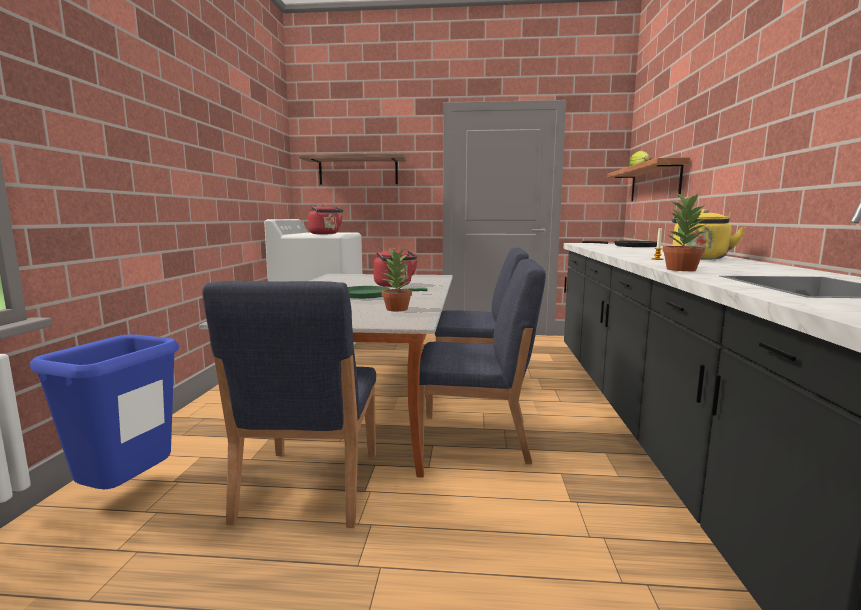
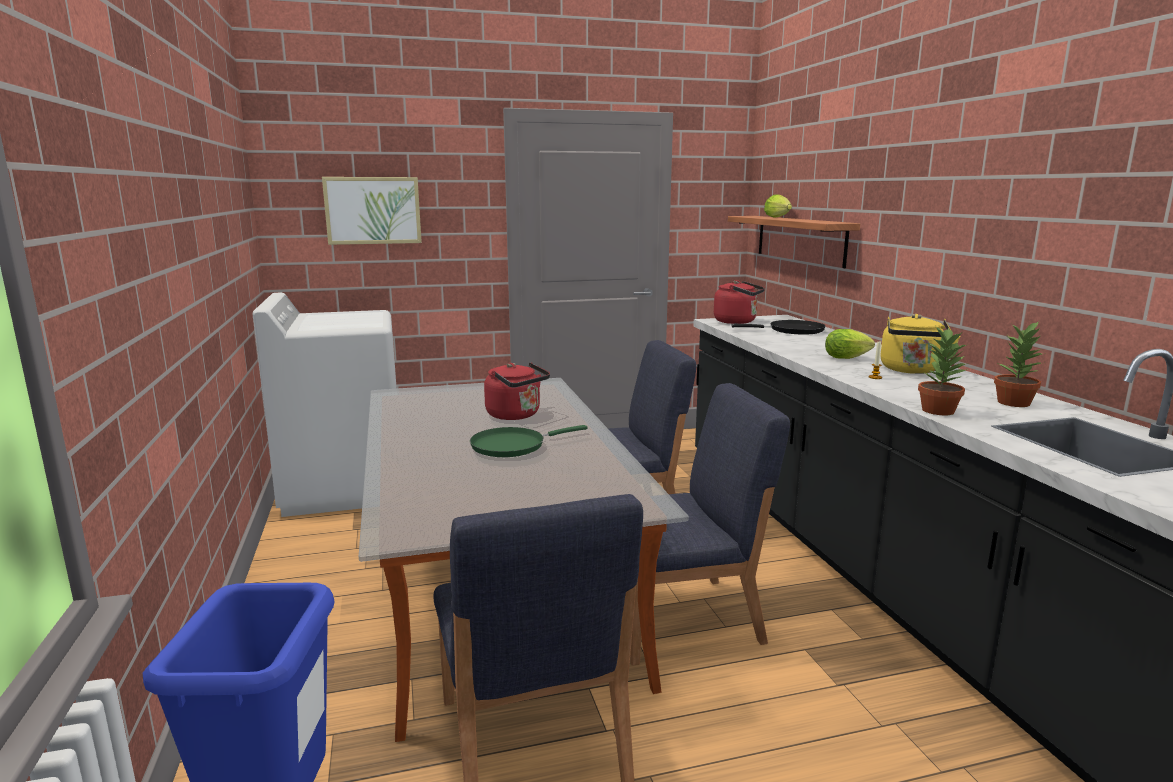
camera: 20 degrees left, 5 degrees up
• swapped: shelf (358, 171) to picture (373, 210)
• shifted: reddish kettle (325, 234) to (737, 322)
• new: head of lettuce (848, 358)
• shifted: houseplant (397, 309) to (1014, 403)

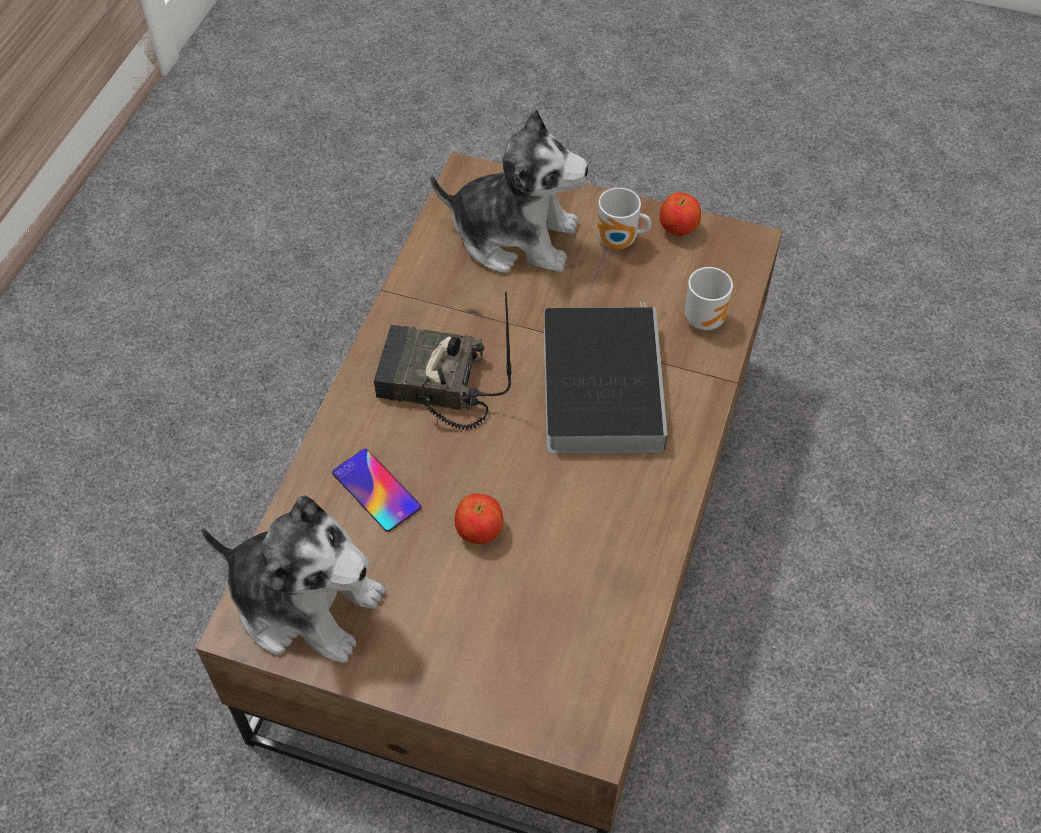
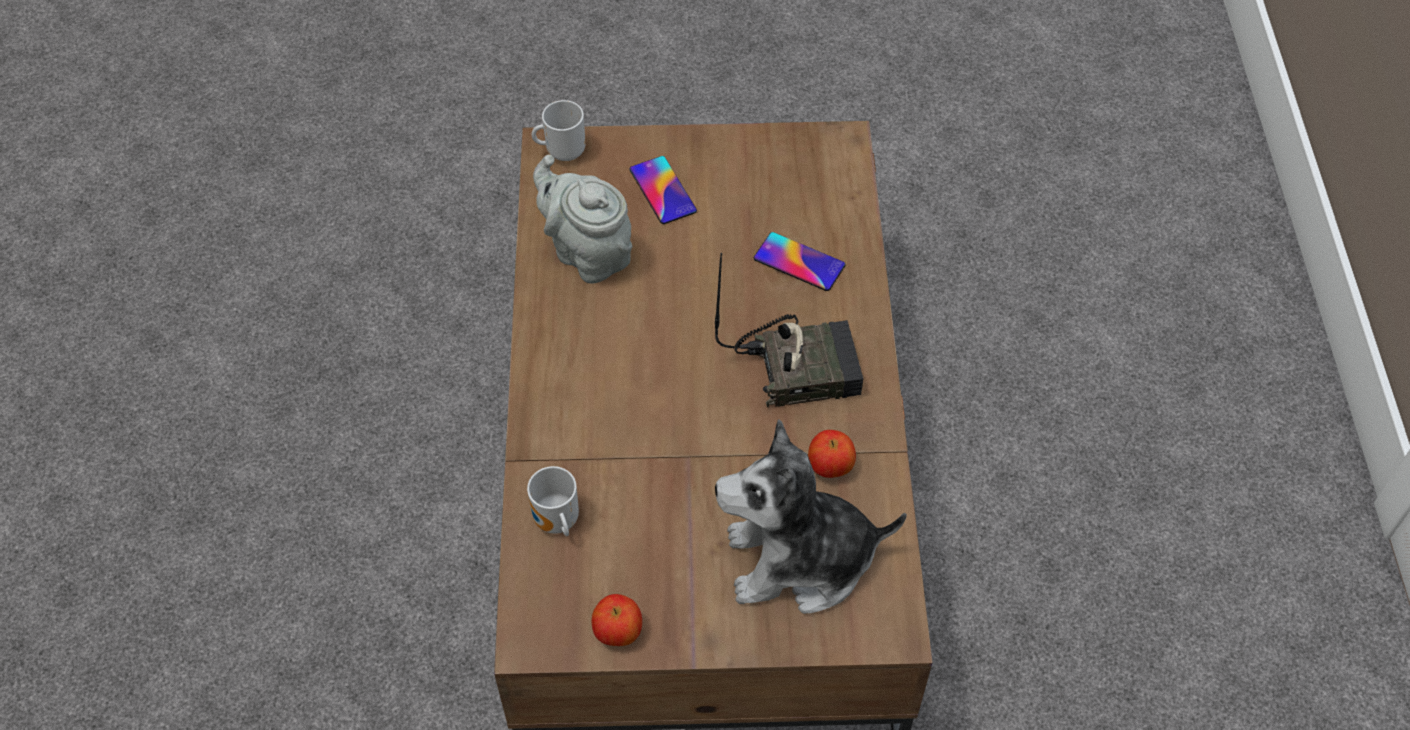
camera: 160 degrees right, 0 degrees up
• shifted: mug (619, 243) to (563, 151)
• new: grey tea pot (587, 253)
• new: handset (662, 190)
• shifted: apple (479, 531) to (830, 467)
• gone: cuddly toy (305, 601)
• gone: book (600, 382)

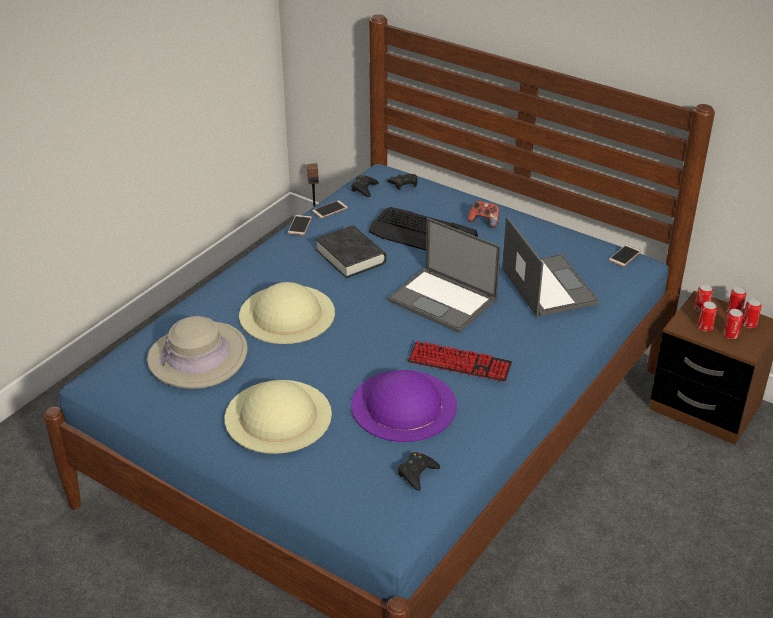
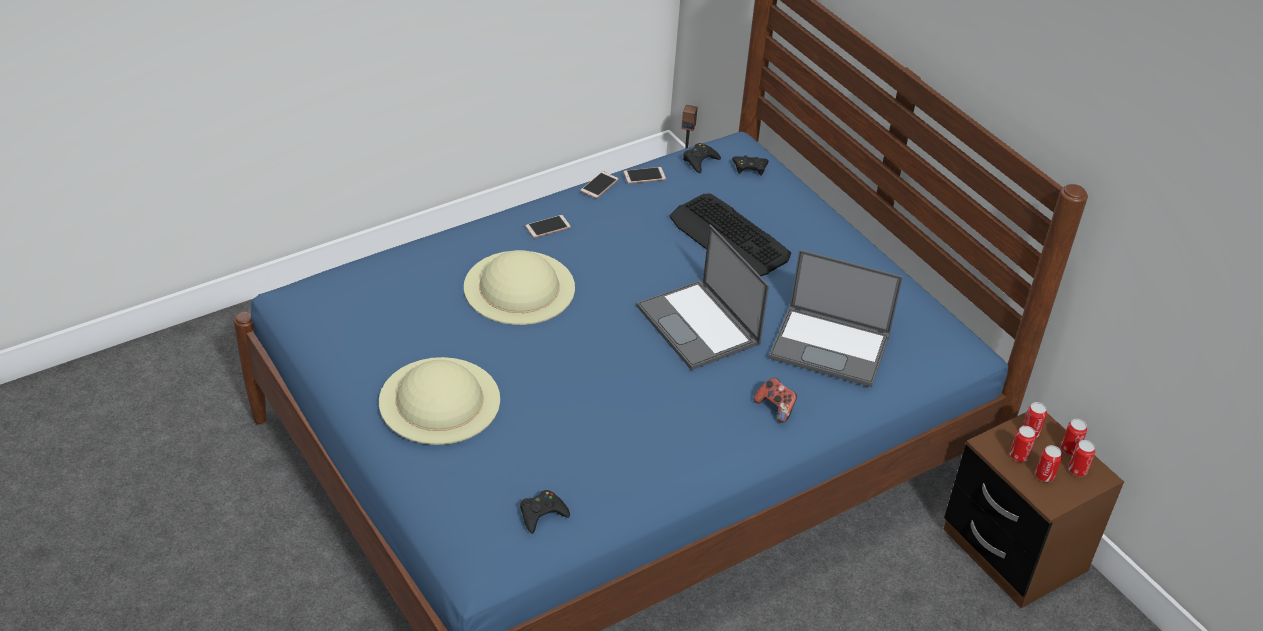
camera: 20 degrees right, 5 degrees up
• shifted: handset (624, 256) to (548, 227)
• shifted: game controller (484, 221) to (775, 408)
• rotated: notebook computer (548, 285) = (831, 346) 105 degrees clockwise
• gone: beige wearable hat (198, 356)
• gone: black book (350, 256)
• gone: purplish wearable hat (403, 405)
• gone: PC keyboard (459, 363)

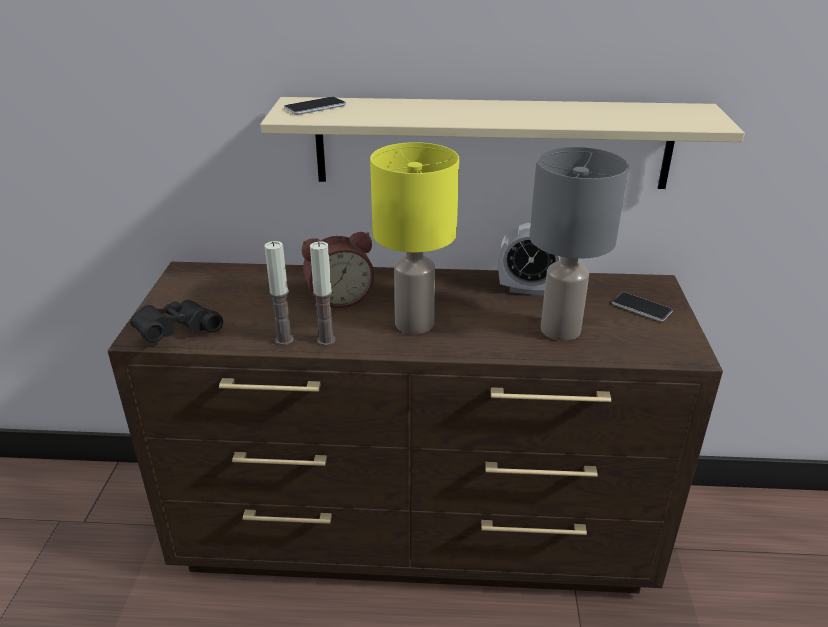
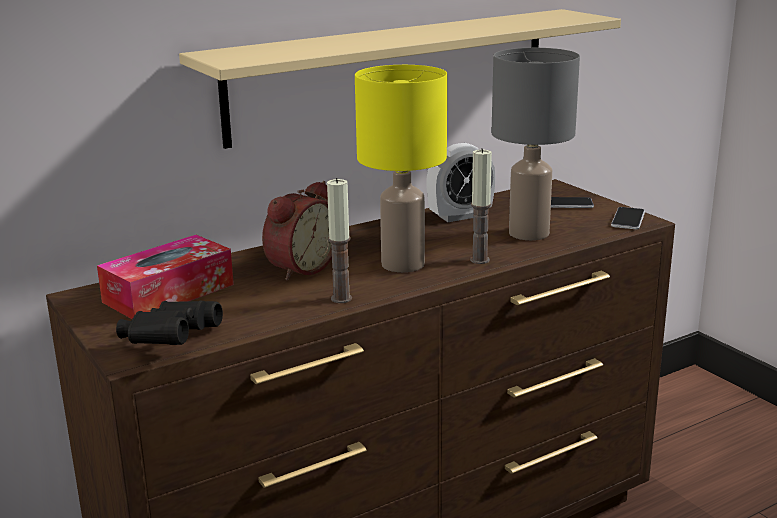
camera: 35 degrees left, 10 degrees down
• new: tissue holder (169, 293)
• shifted: wax candle (284, 340) to (480, 260)
• shifted: handset (315, 107) to (628, 219)

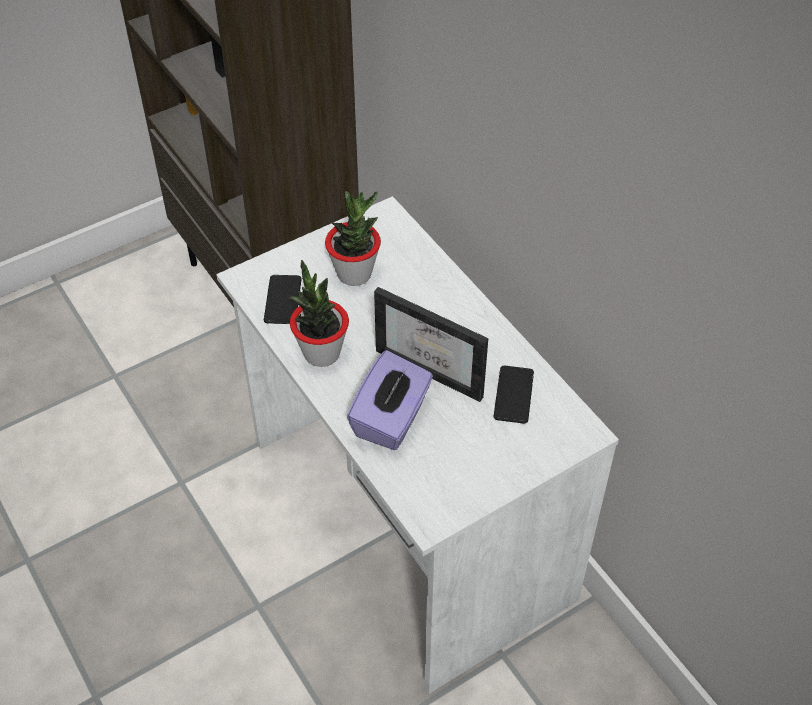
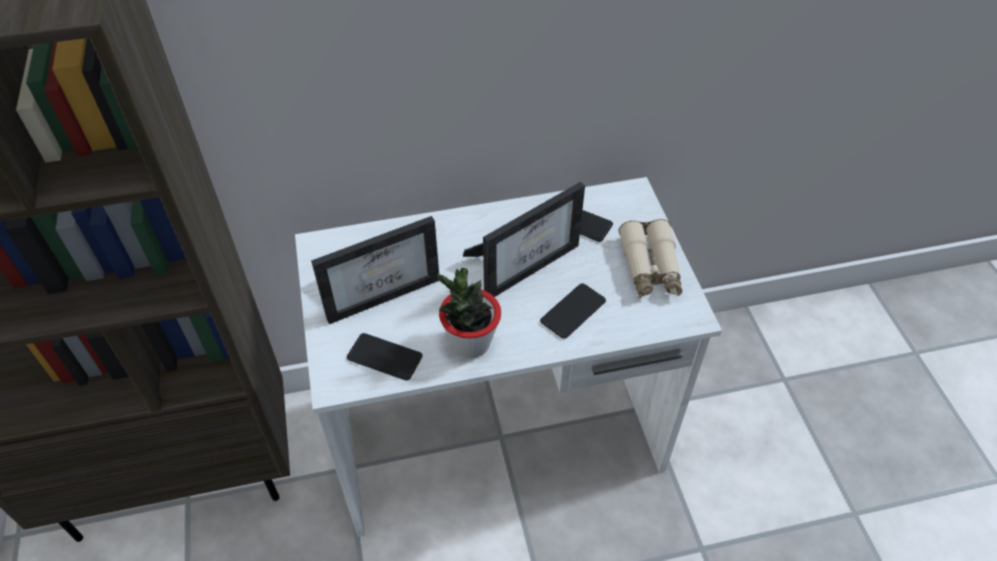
camera: 70 degrees left, 0 degrees up
• swapped: houseplant (354, 273) to standing frame (381, 290)
• swapped: purplish tissue holder (391, 419) to handset (573, 311)
• new: beige binoculars (650, 267)

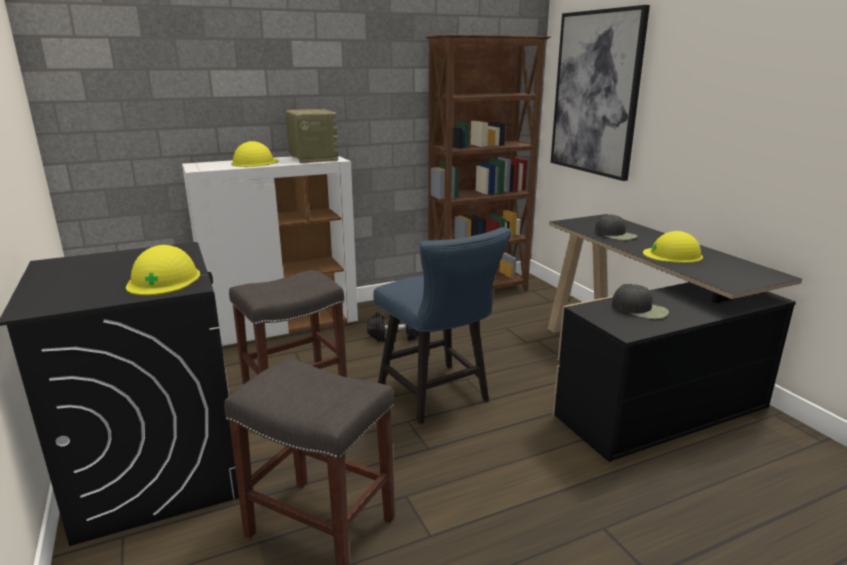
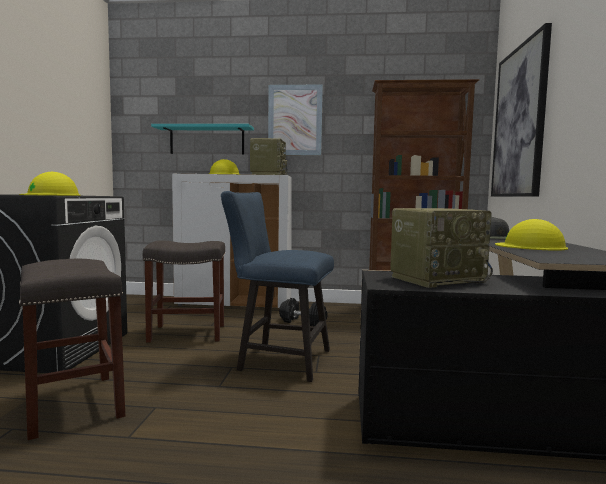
camera: 30 degrees right, 15 degrees down
• new: blue-green shelf (207, 140)
• rotated: blue upright chair (438, 397) = (278, 360) 105 degrees clockwise
• new: picture (295, 120)
• swapped: black cap (640, 309) to radio (437, 279)

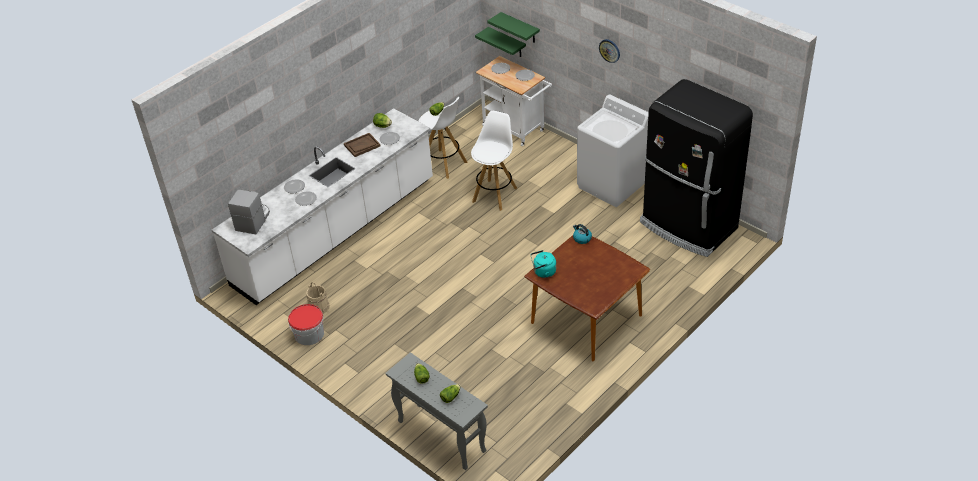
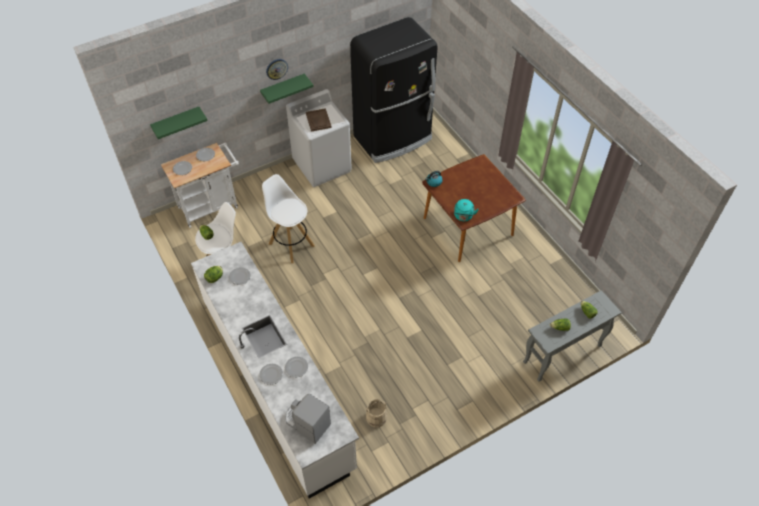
camera: 75 degrees left, 10 degrees up
• shifted: green shelf (507, 42) to (283, 88)
• shifted: brown carrying tray (362, 146) to (318, 120)
• gone: bucket (309, 334)

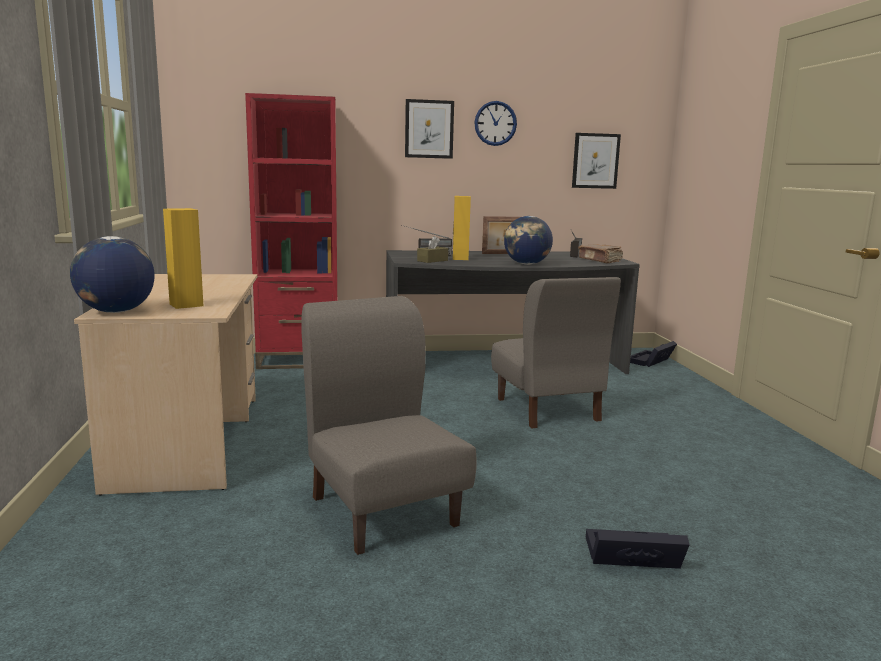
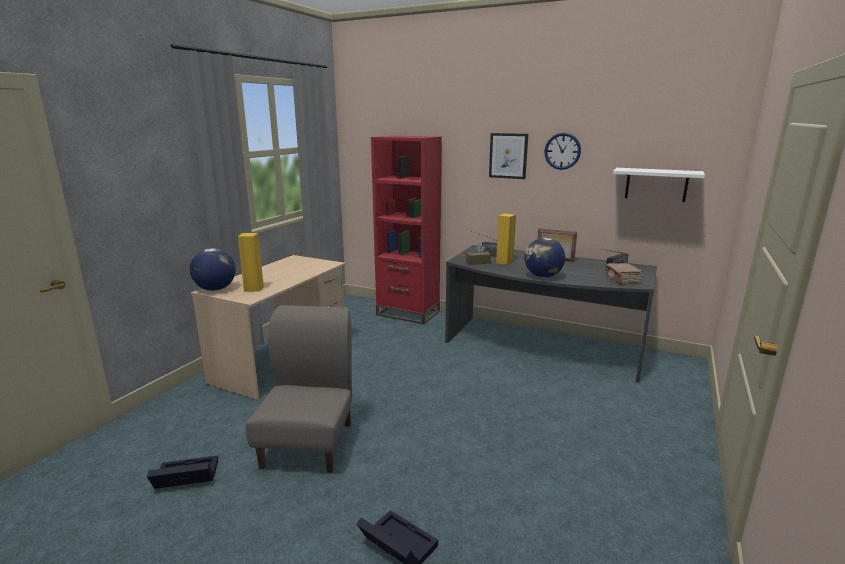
camera: 35 degrees right, 5 degrees up
• shifted: black storage container (650, 361) to (184, 478)
• swapped: picture (595, 161) to white shelf (656, 184)
• gone: grey upright chair (547, 410)

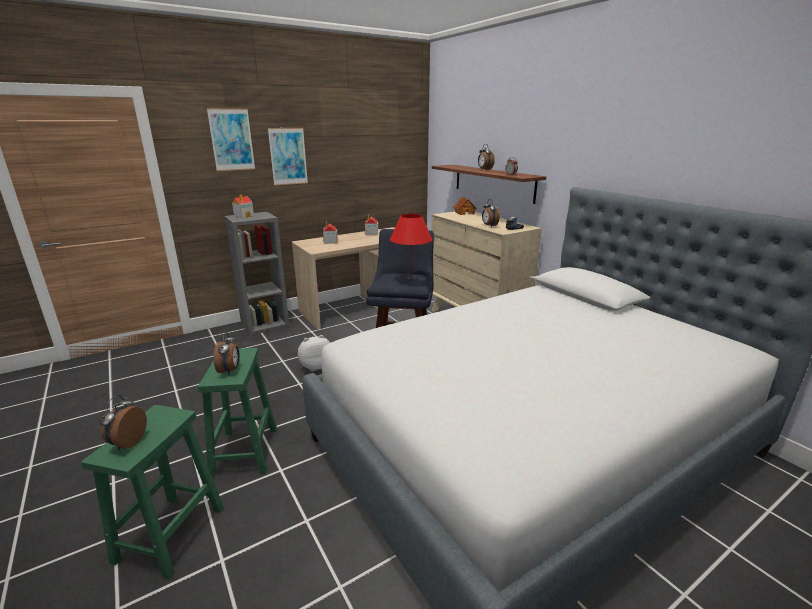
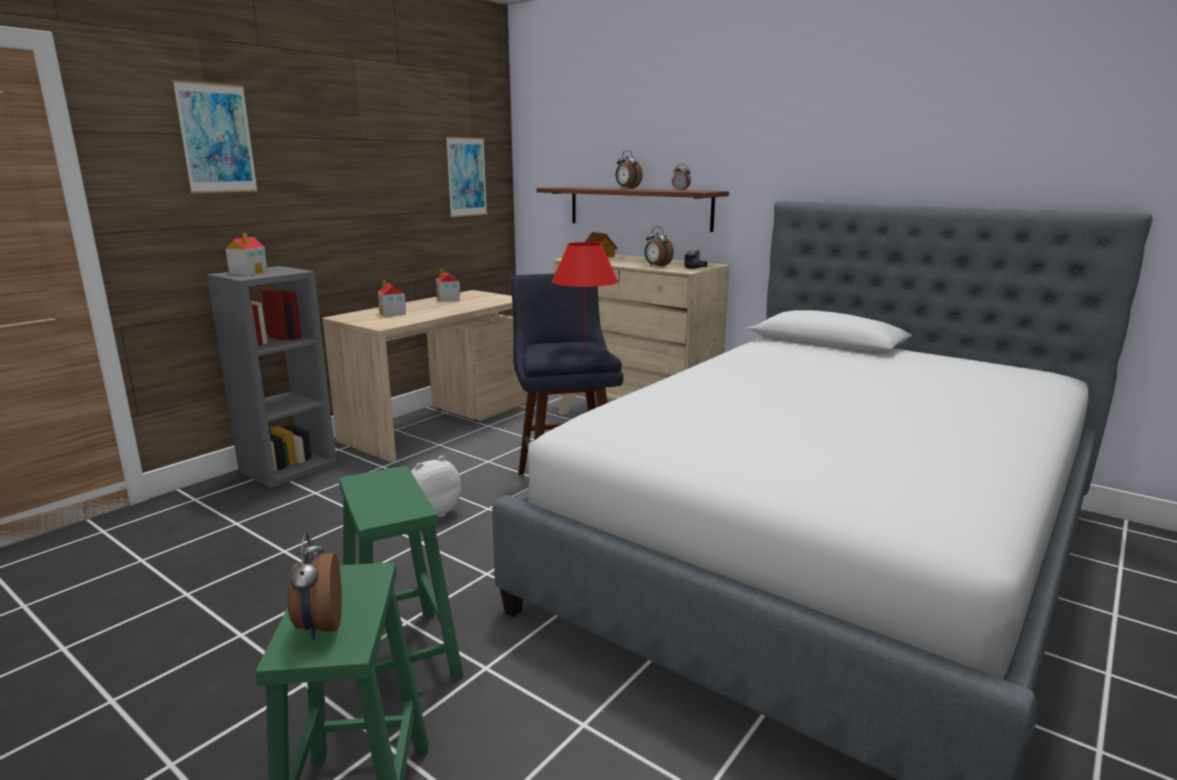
camera: 20 degrees left, 5 degrees down
• shifted: picture (288, 156) to (466, 177)
• gone: table clock (230, 370)

